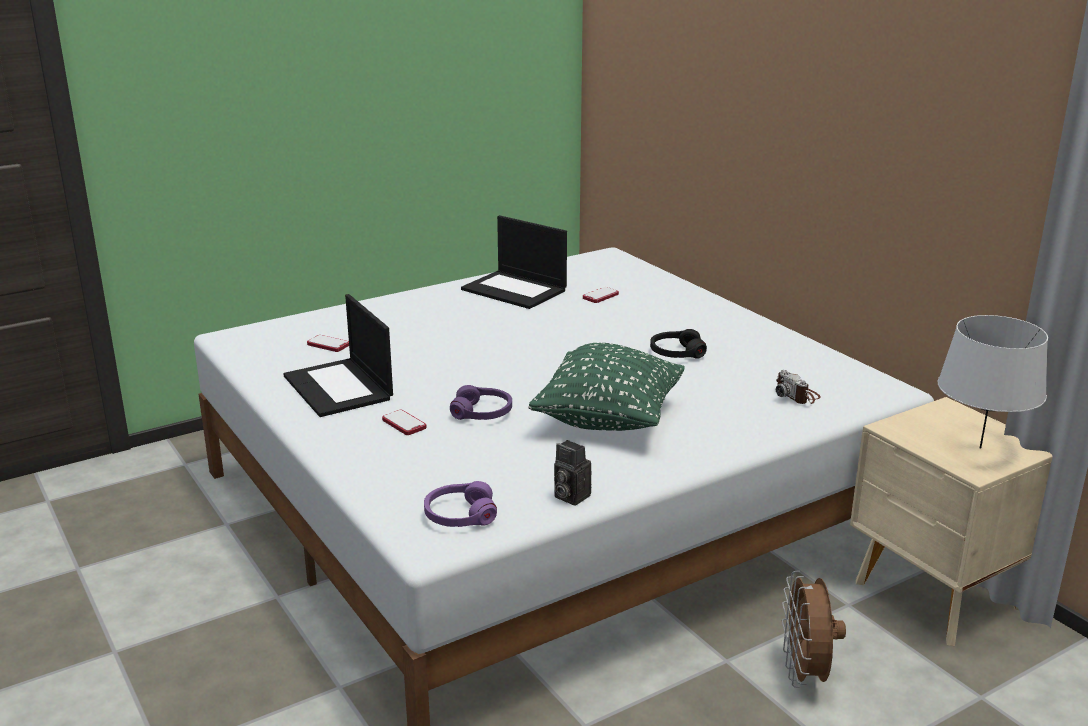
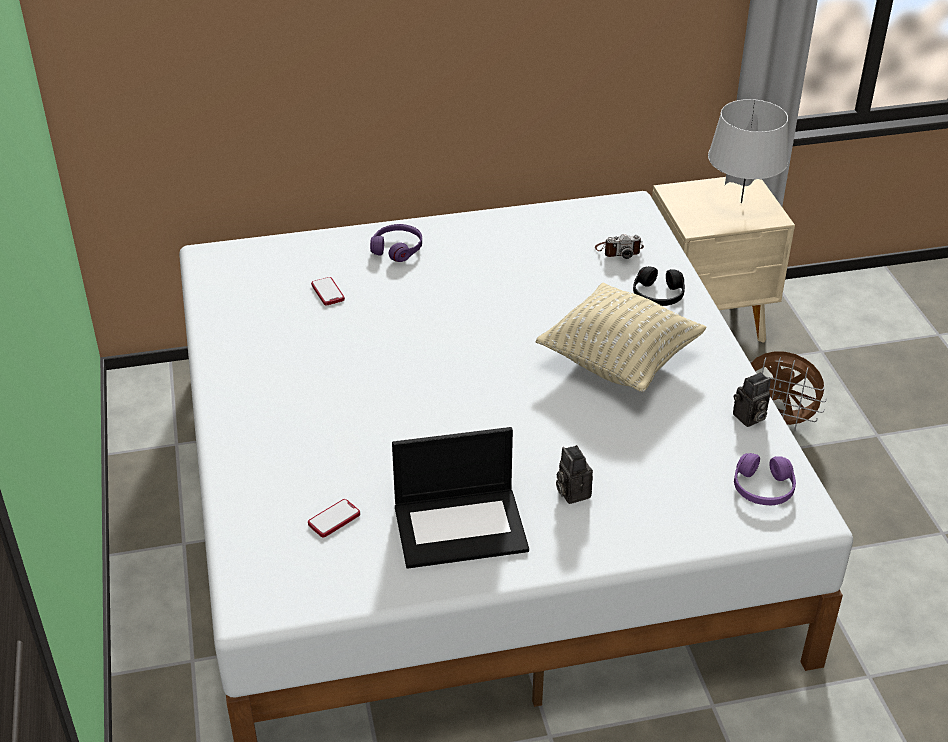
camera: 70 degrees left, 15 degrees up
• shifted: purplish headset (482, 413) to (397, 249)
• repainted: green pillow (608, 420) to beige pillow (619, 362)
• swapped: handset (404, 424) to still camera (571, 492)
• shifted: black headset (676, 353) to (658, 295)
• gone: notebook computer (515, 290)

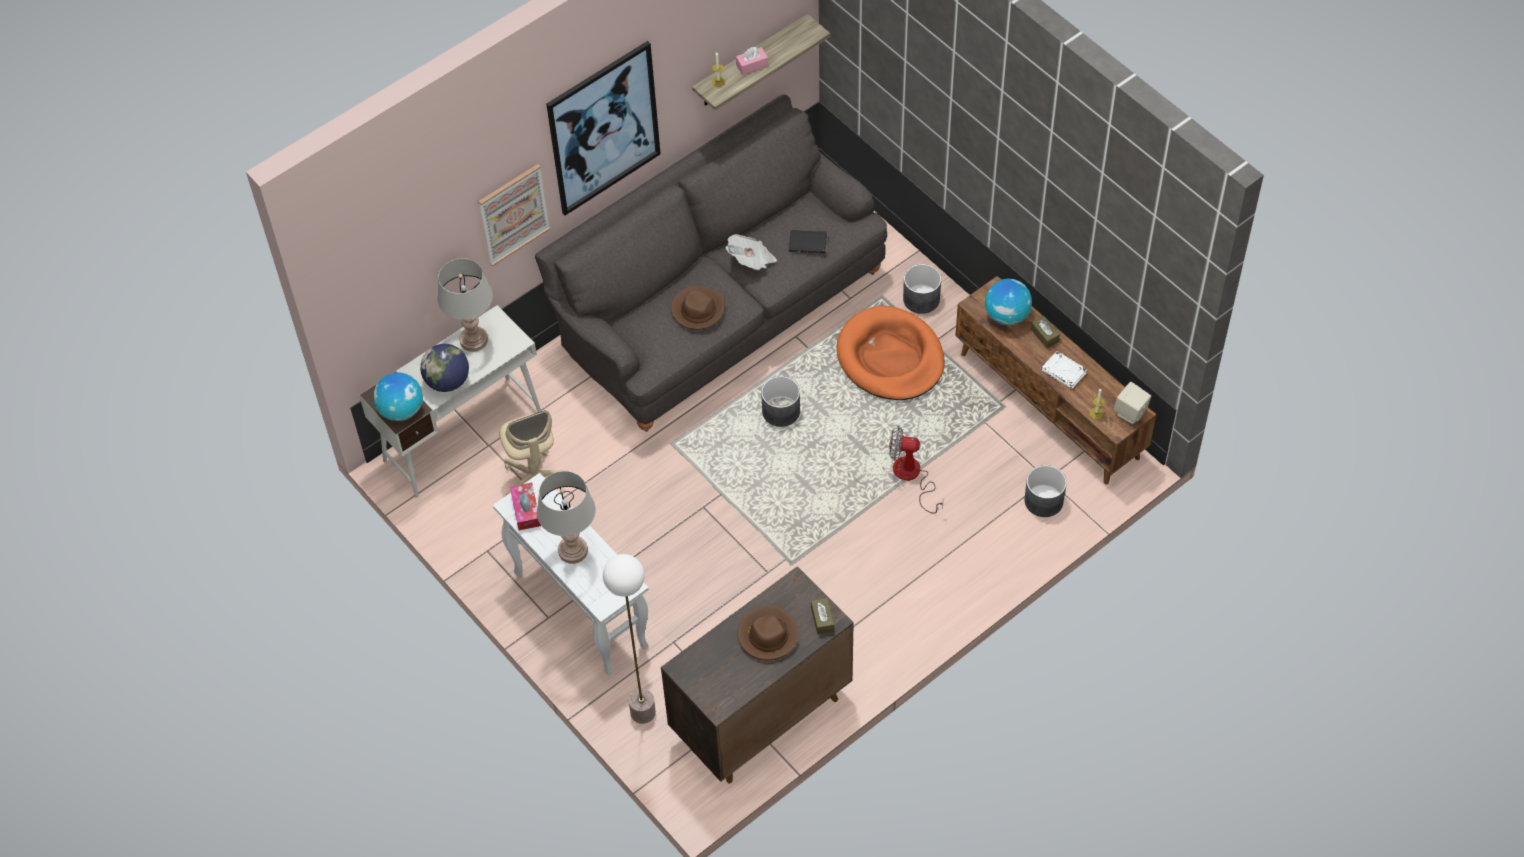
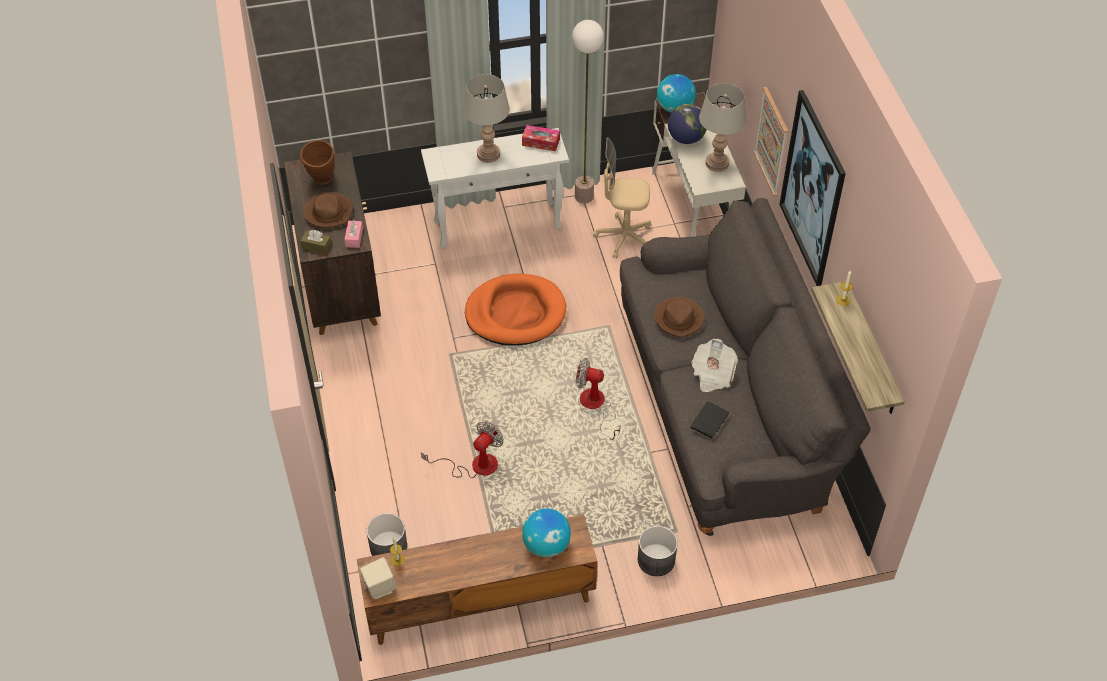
camera: 115 degrees right, 5 degrees down
• new: brown vase (322, 181)
• shifted: pink-coloured tissue holder (752, 65) to (354, 238)
• shifted: orange dog bed (890, 357) to (515, 313)
• shifted: standing lamp (642, 712) to (584, 196)
• swapped: grey planter (781, 411) to fan (596, 407)
• gone: brown tissue holder (1044, 335)
• gone: white book (1064, 372)

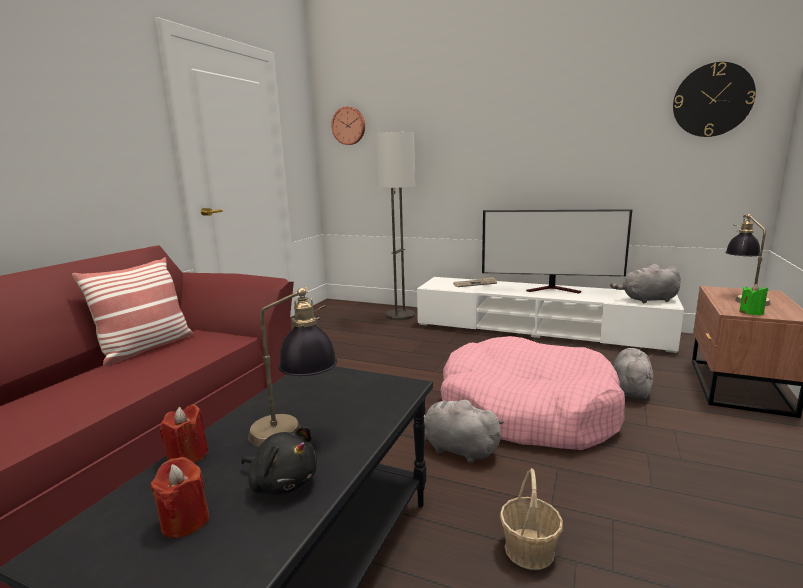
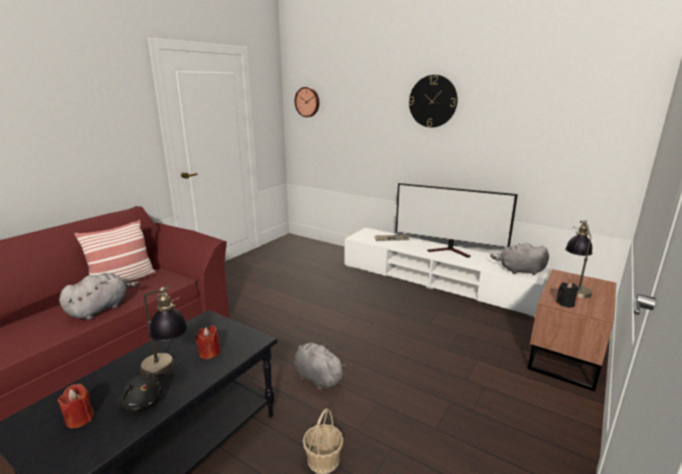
camera: 10 degrees right, 5 degrees up
• shifted: grey cuddly toy (630, 388) to (100, 309)
• shifted: reddish wax candle (187, 456) to (209, 353)
• shifted: clock on the wall (712, 100) to (432, 101)
• repainted: green wax candle (751, 312) to black wax candle (565, 303)
• gone: standing lamp (400, 315)
• gone: pink-coloured dog bed (526, 411)

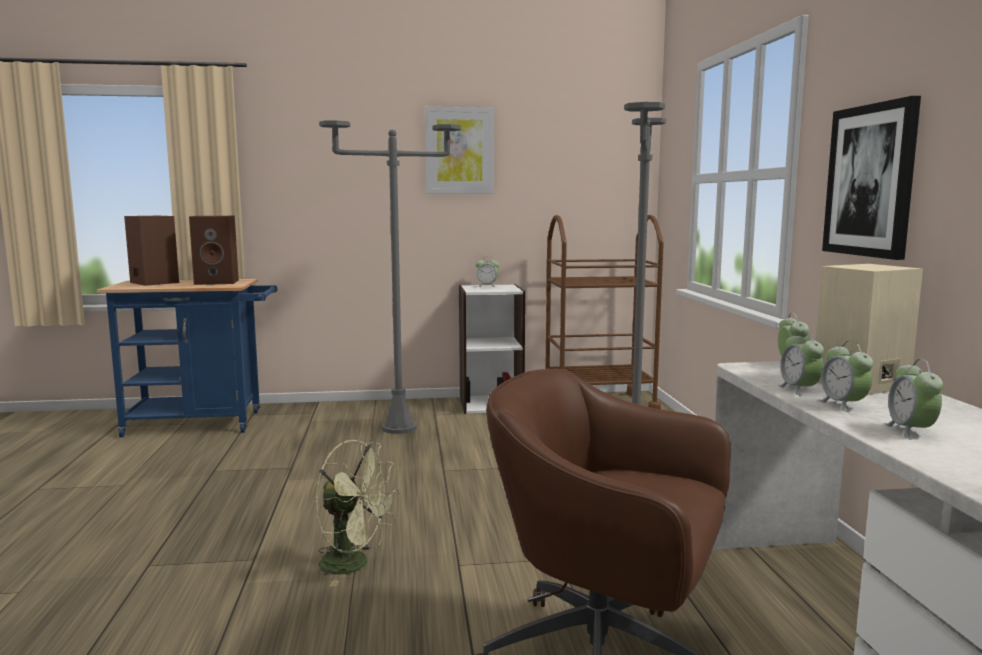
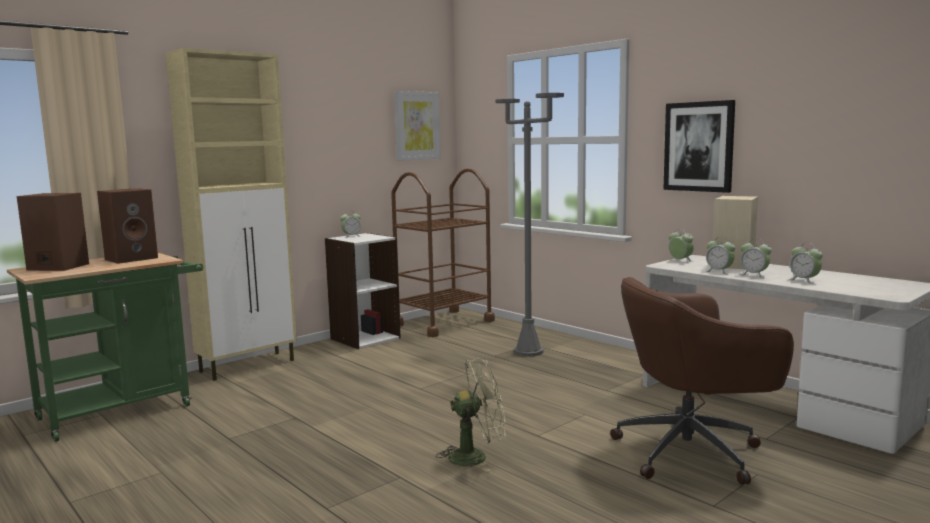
camera: 35 degrees left, 0 degrees up
• repainted: blue wheeled cart (202, 423) to green wheeled cart (124, 409)
• new: beige storage cabinet (249, 366)
• shifted: picture (459, 150) to (416, 126)
• gone: grey standing lamp (398, 428)

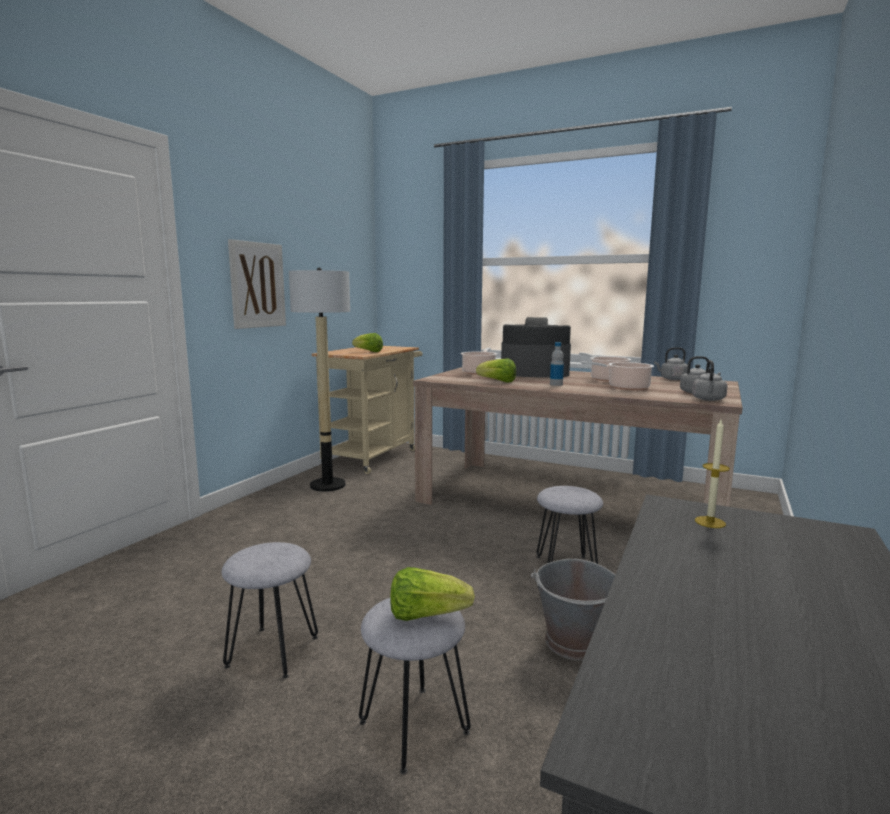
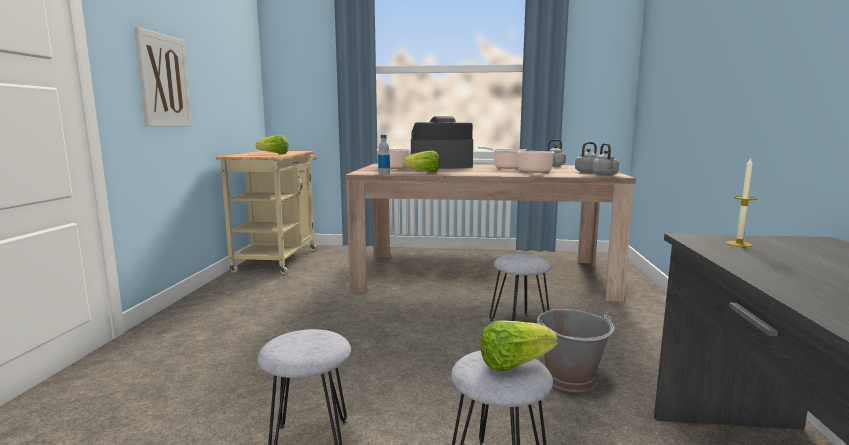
camera: 20 degrees left, 0 degrees up
• shifted: drink bottle (556, 384) to (384, 173)
• gone: standing lamp (327, 485)

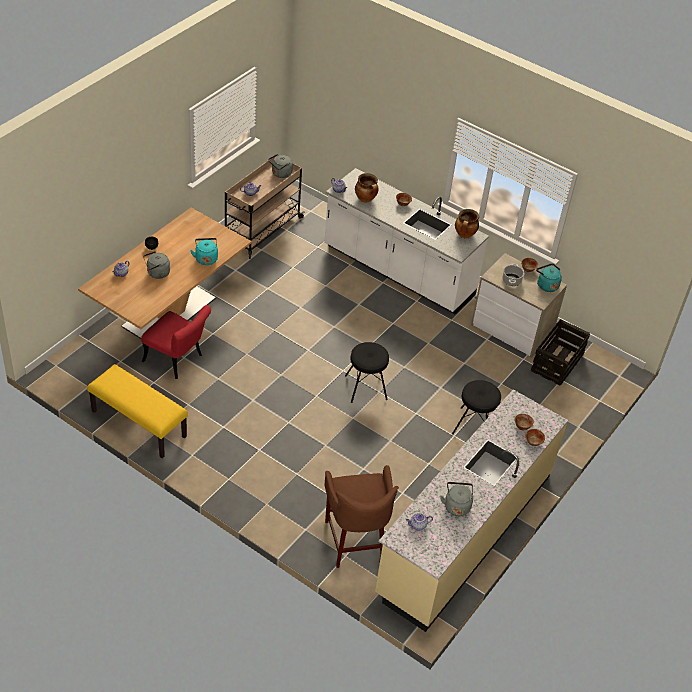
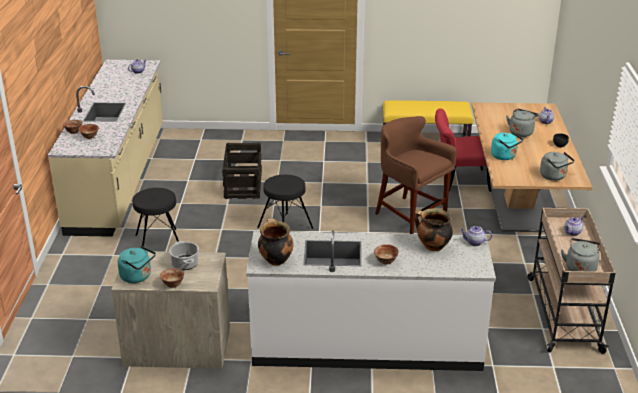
camera: 150 degrees right, 15 degrees down
• shifted: crate (557, 362) to (243, 184)
• shifted: brown sitting stool (355, 540) to (410, 216)
• shifted: grey kettle (456, 506) to (554, 177)

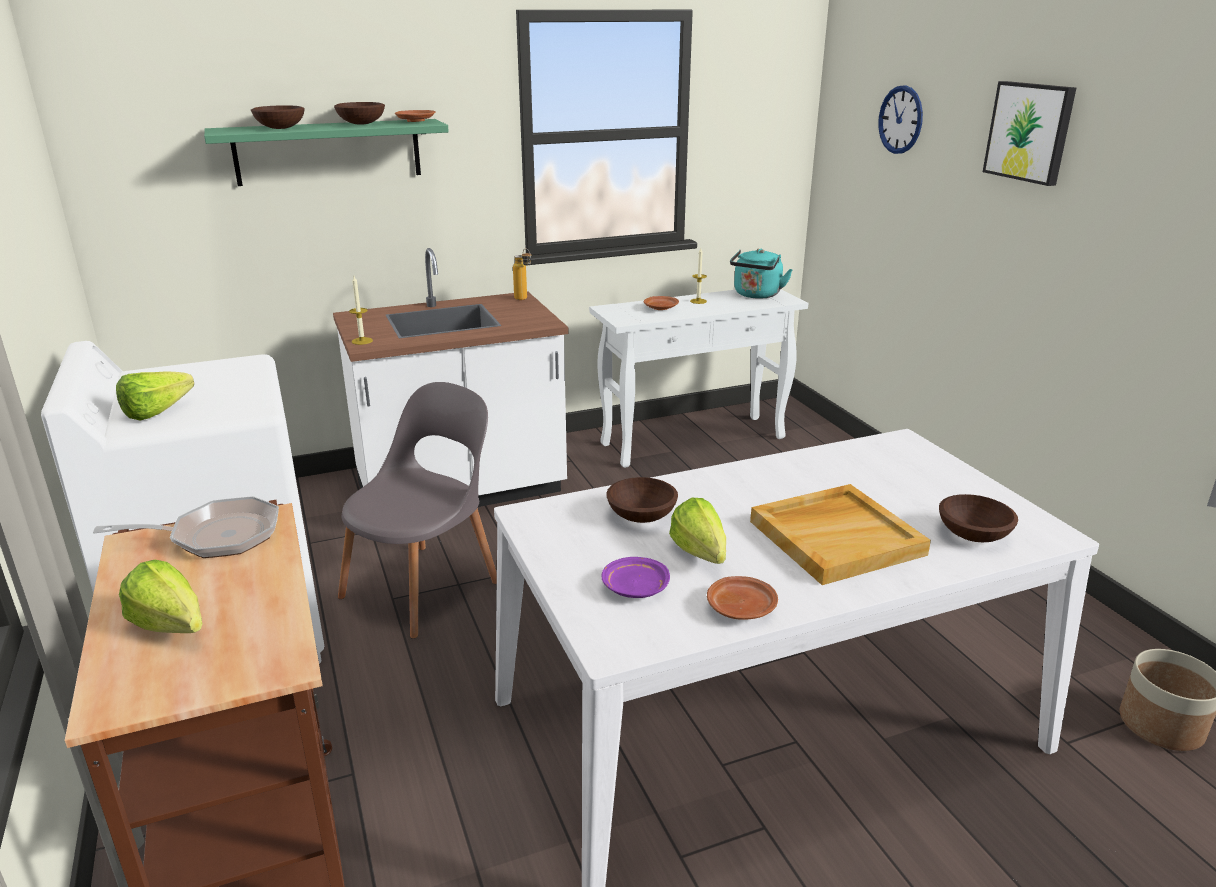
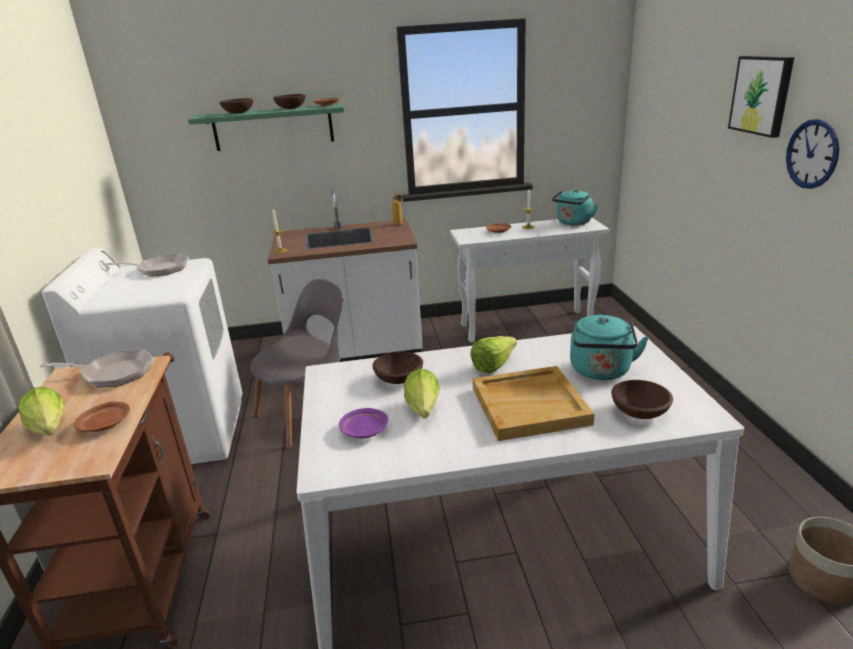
camera: 15 degrees right, 0 degrees up
• shifted: brown dinner plate (741, 608) to (106, 424)
• new: skillet (159, 269)
• shifted: head of lettuce (163, 411) to (497, 365)
• new: blue-green kettle (601, 372)
• shifted: clock on the wall (900, 120) to (812, 154)

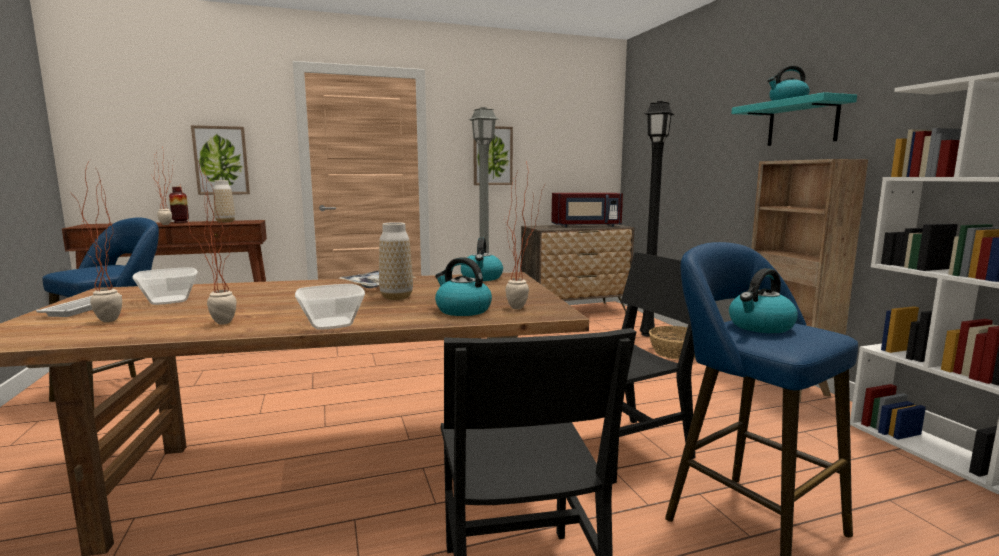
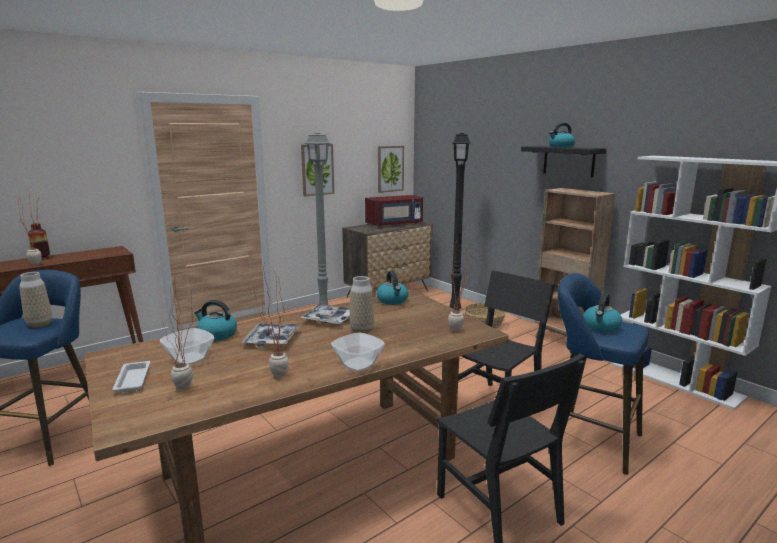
camera: 20 degrees left, 5 degrees up
• shifted: vase (225, 222) to (39, 324)
• shifted: kettle (462, 310) to (216, 335)
• new: carrying tray (272, 340)
• shifted: picture (221, 160) to (390, 168)
• repainted: blue-green shelf (802, 123) to black shelf (568, 161)

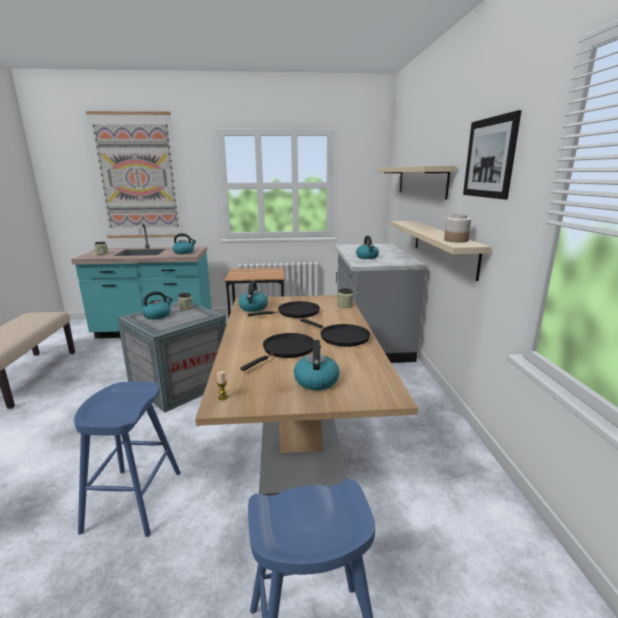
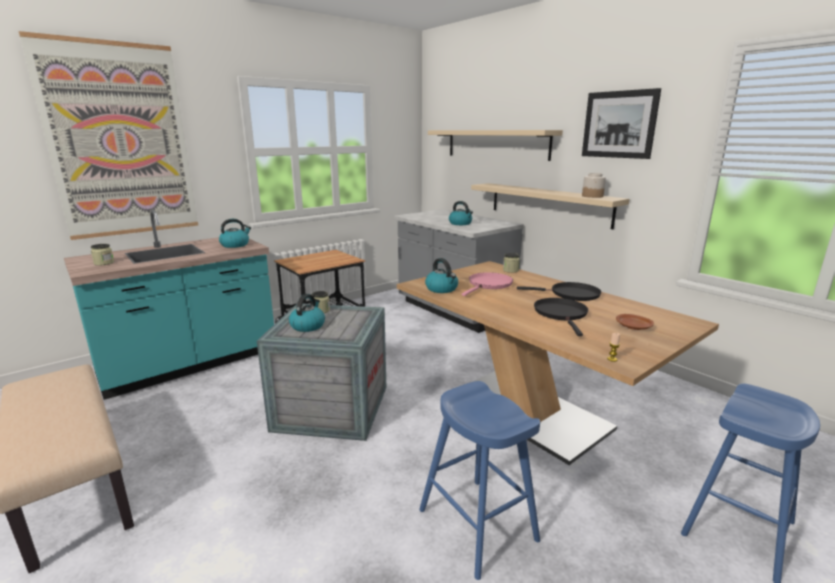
camera: 35 degrees left, 0 degrees up
• repainted: black skillet (295, 313) to pink-coloured skillet (489, 284)
• swapped: kettle (316, 380) to brown dinner plate (633, 327)

